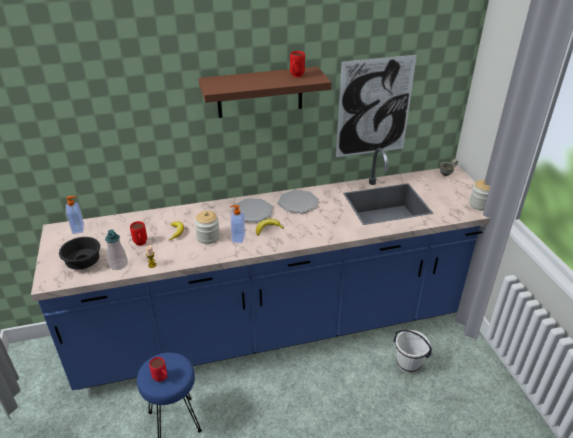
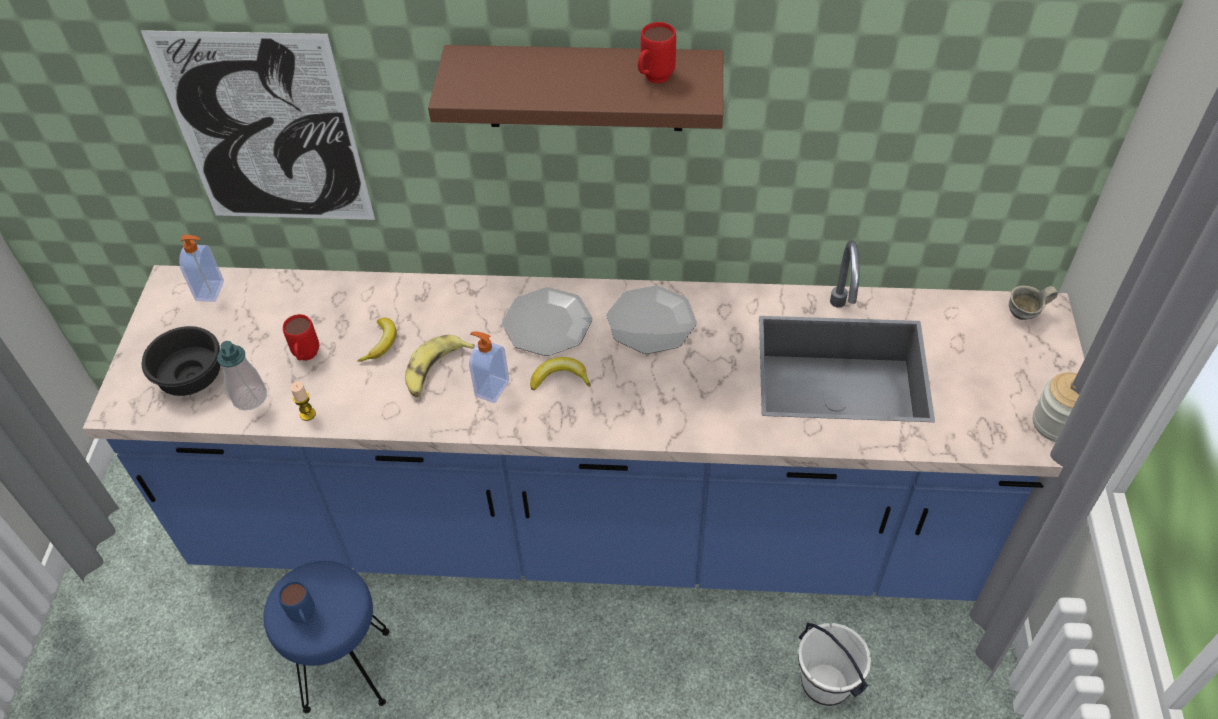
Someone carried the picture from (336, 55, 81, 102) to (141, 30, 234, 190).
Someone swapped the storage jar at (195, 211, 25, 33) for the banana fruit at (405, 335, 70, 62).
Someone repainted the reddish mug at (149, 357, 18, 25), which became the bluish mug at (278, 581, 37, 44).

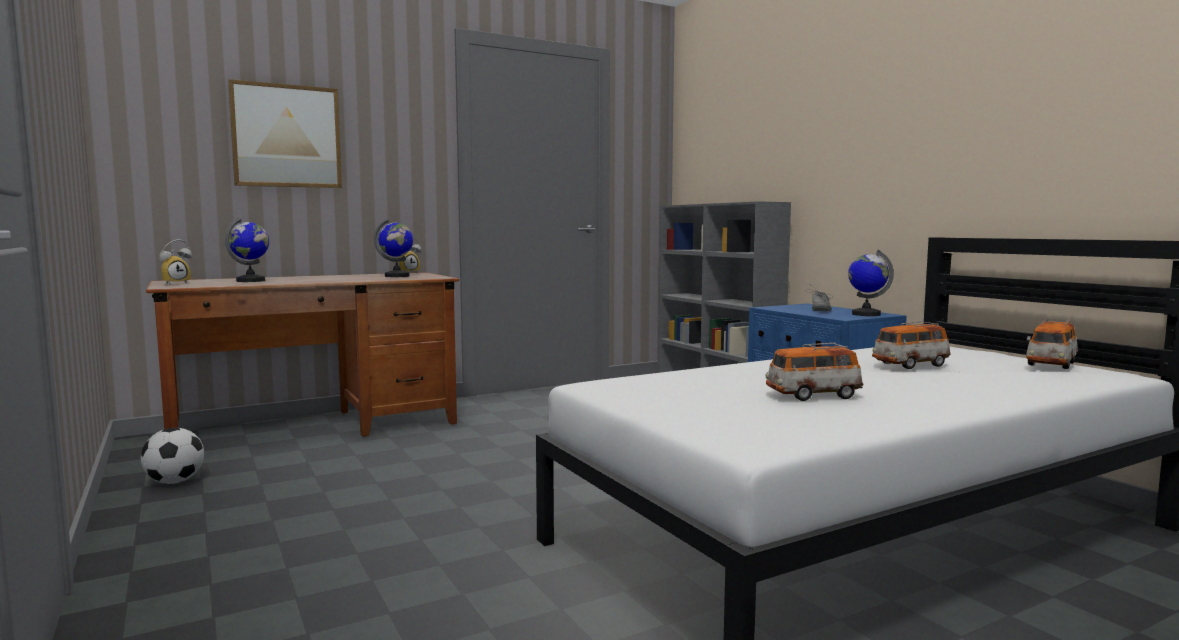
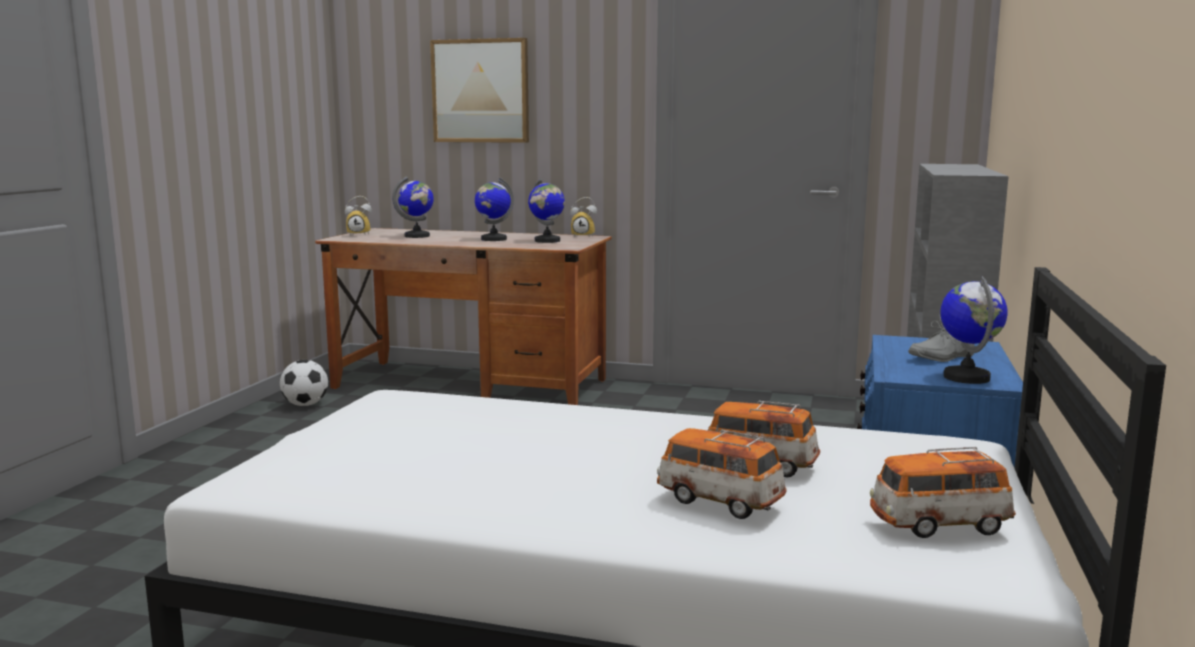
Someone put down the globe at (475, 178, 39, 63).
Someone carried the toy car from (766, 343, 97, 58) to (657, 428, 130, 91).

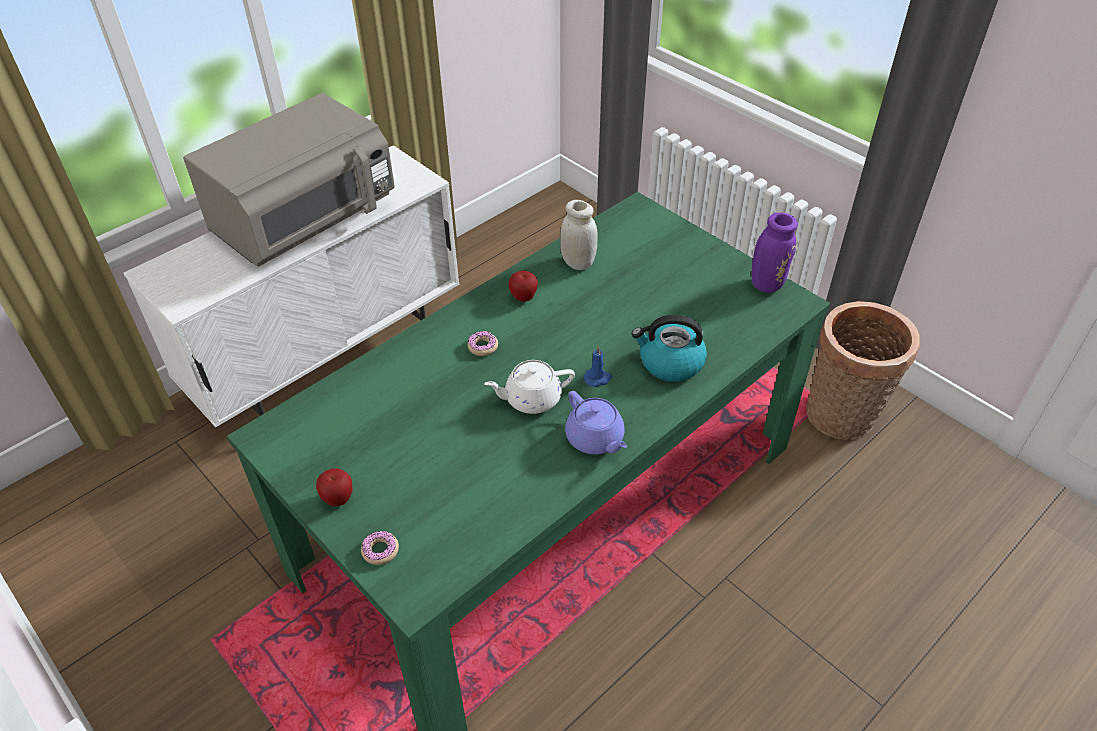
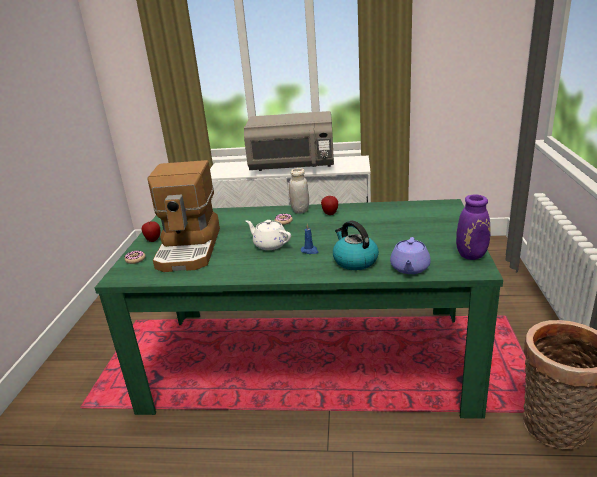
Someone put down the coffee maker at (148, 160, 72, 112).
Someone carried the white-coloured storage jar from (560, 200, 38, 70) to (289, 168, 20, 46).
Someone carried the purple-coloured pot for tea from (565, 391, 62, 64) to (390, 237, 41, 37).

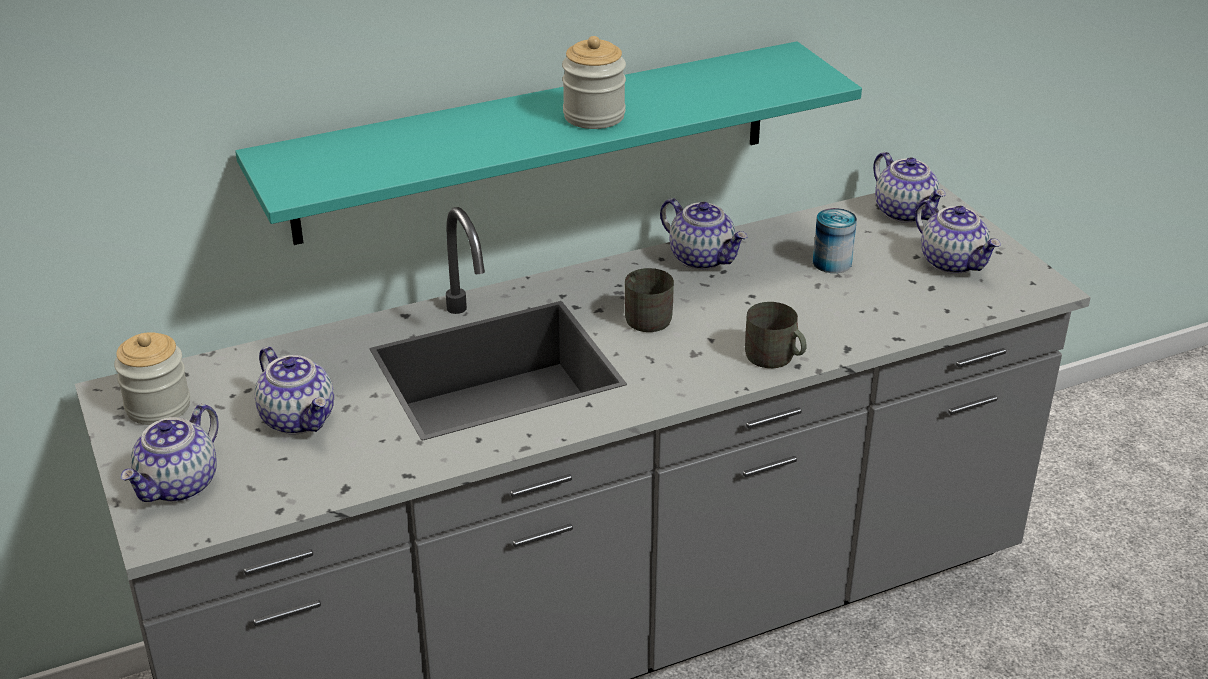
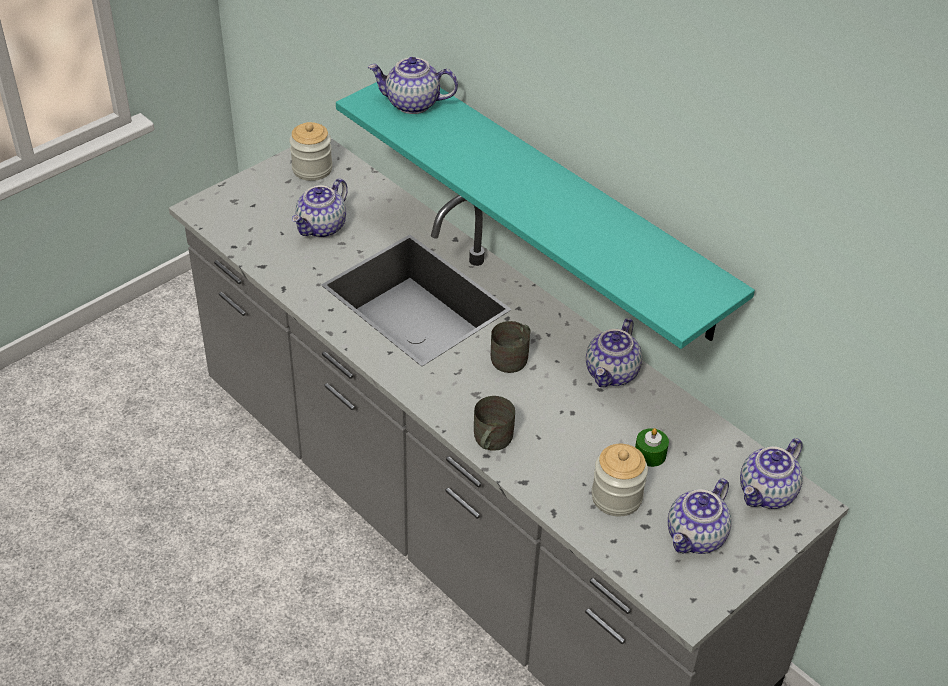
Someone carried the pot for tea from (120, 404, 99, 98) to (368, 57, 90, 57).
Someone carried the storage jar from (562, 36, 64, 93) to (592, 444, 56, 72).
Someone swapped the metal can at (813, 208, 44, 65) for the greenish wax candle at (635, 428, 34, 39).

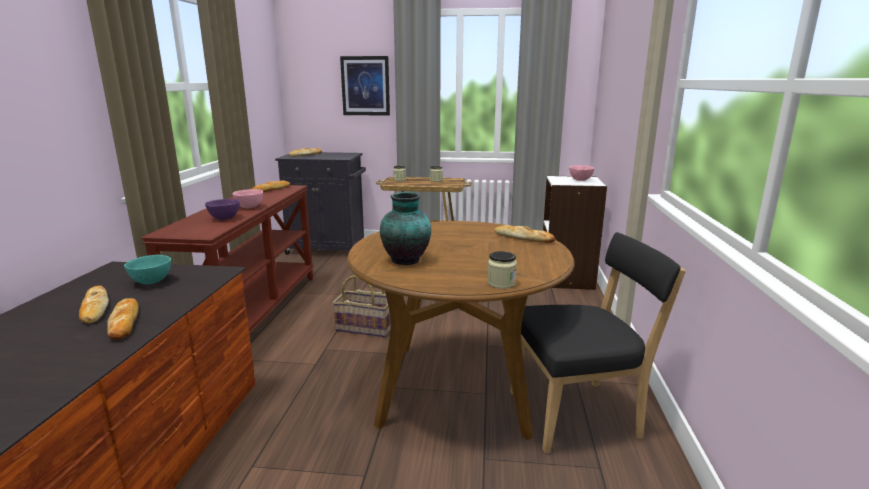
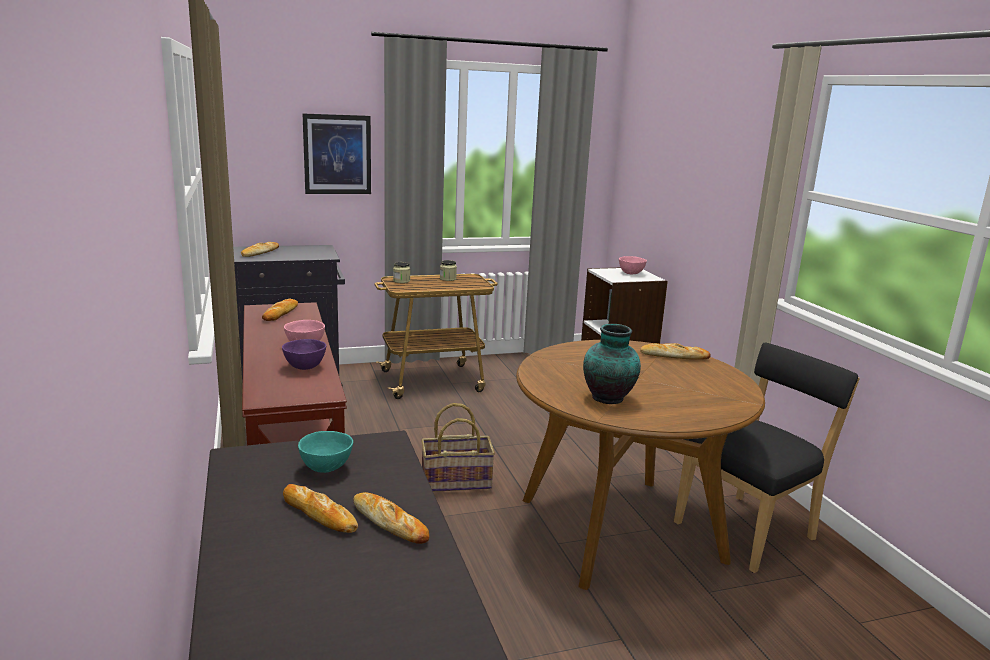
Someone took away the storage jar at (487, 251, 30, 38).

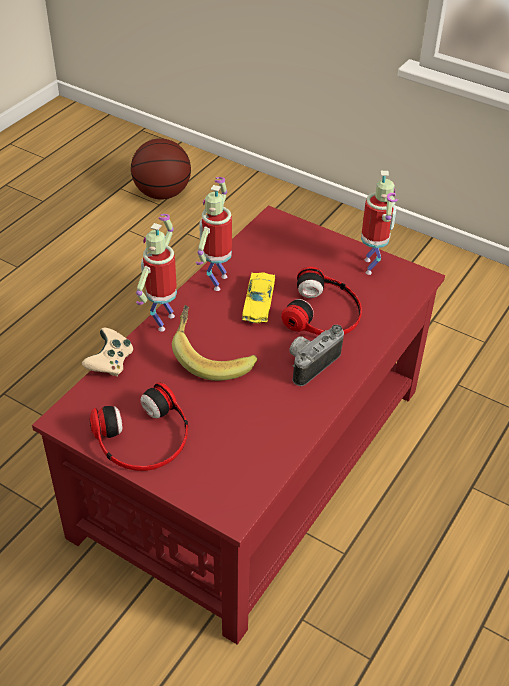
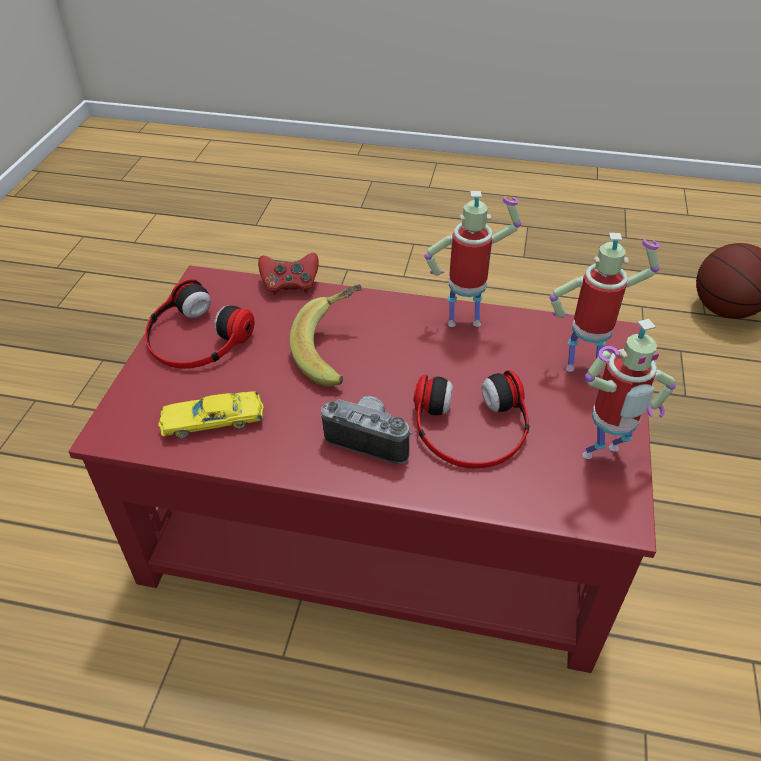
Someone carried the toy robot from (136, 214, 41, 118) to (550, 233, 109, 139).
Someone carried the yellow-coloured toy car from (242, 272, 33, 51) to (158, 391, 106, 47).
Someone repainted the sand-coloured gamepad at (82, 328, 51, 49), which became the reddish gamepad at (258, 253, 61, 42).

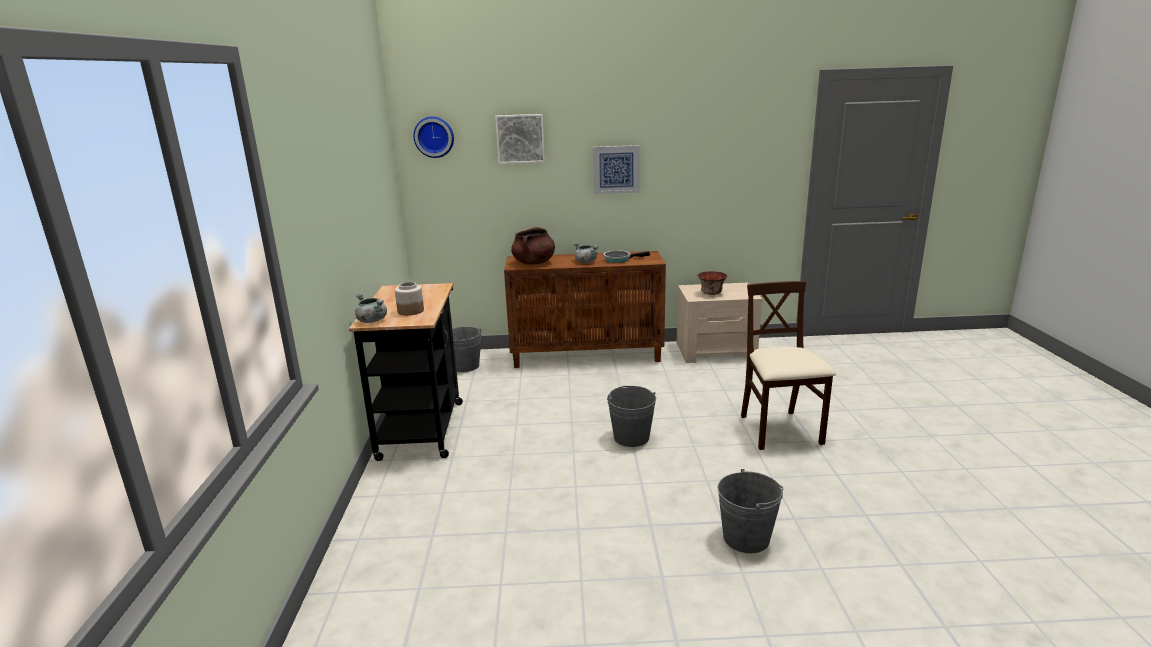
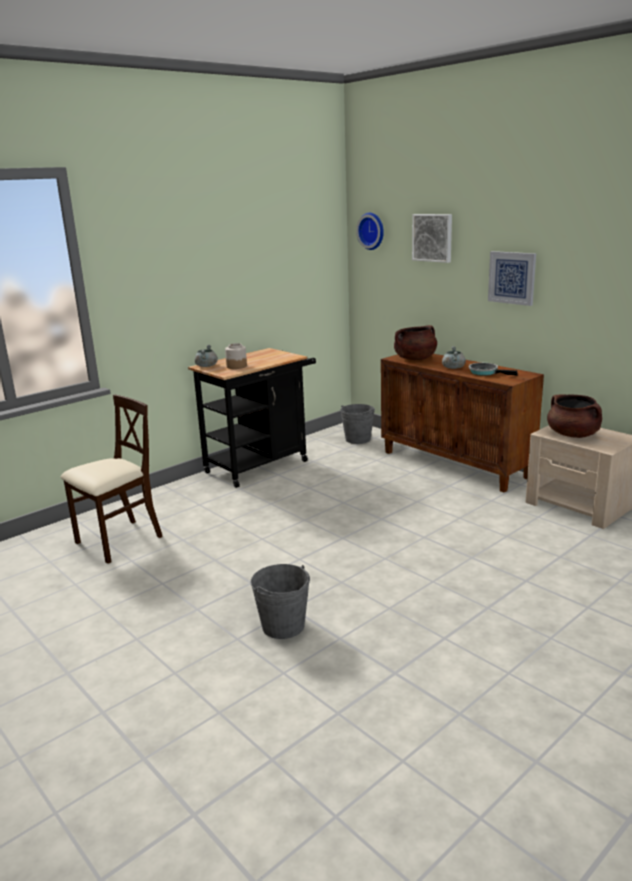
Someone took away the gray bucket at (607, 386, 49, 61).
Someone carried the sand-coloured chair from (741, 281, 95, 169) to (61, 395, 102, 169).
Someone swapped the bowl at (698, 271, 29, 24) for the brown-coloured cooking pot at (547, 394, 55, 44).

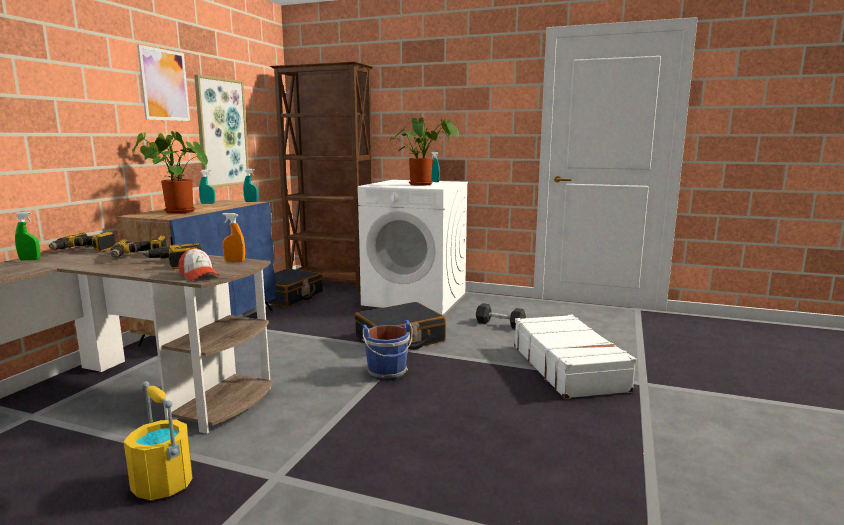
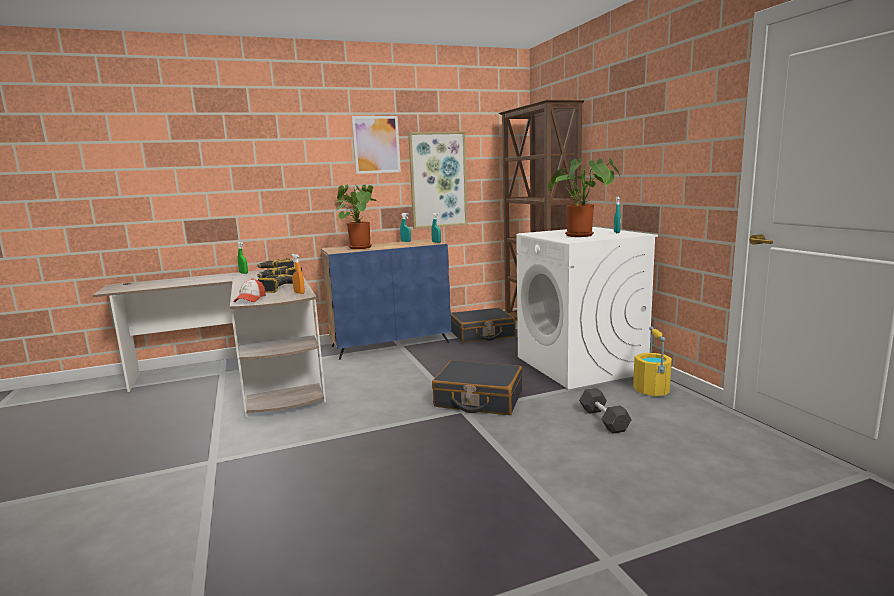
Someone took away the bluish bucket at (363, 320, 50, 60).
Someone took away the white-coloured suitcase at (514, 315, 123, 84).
Someone carried the yellow-coloured bucket from (124, 381, 69, 119) to (633, 327, 39, 69).

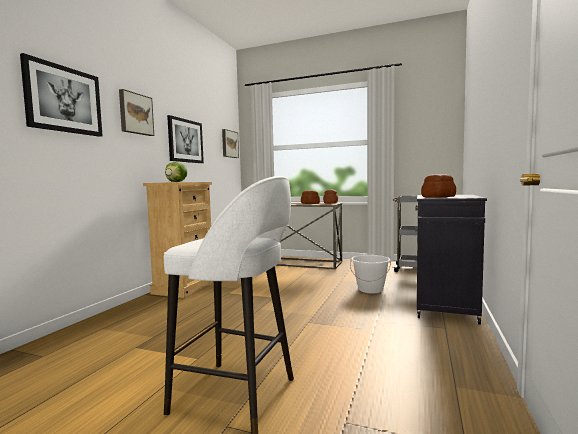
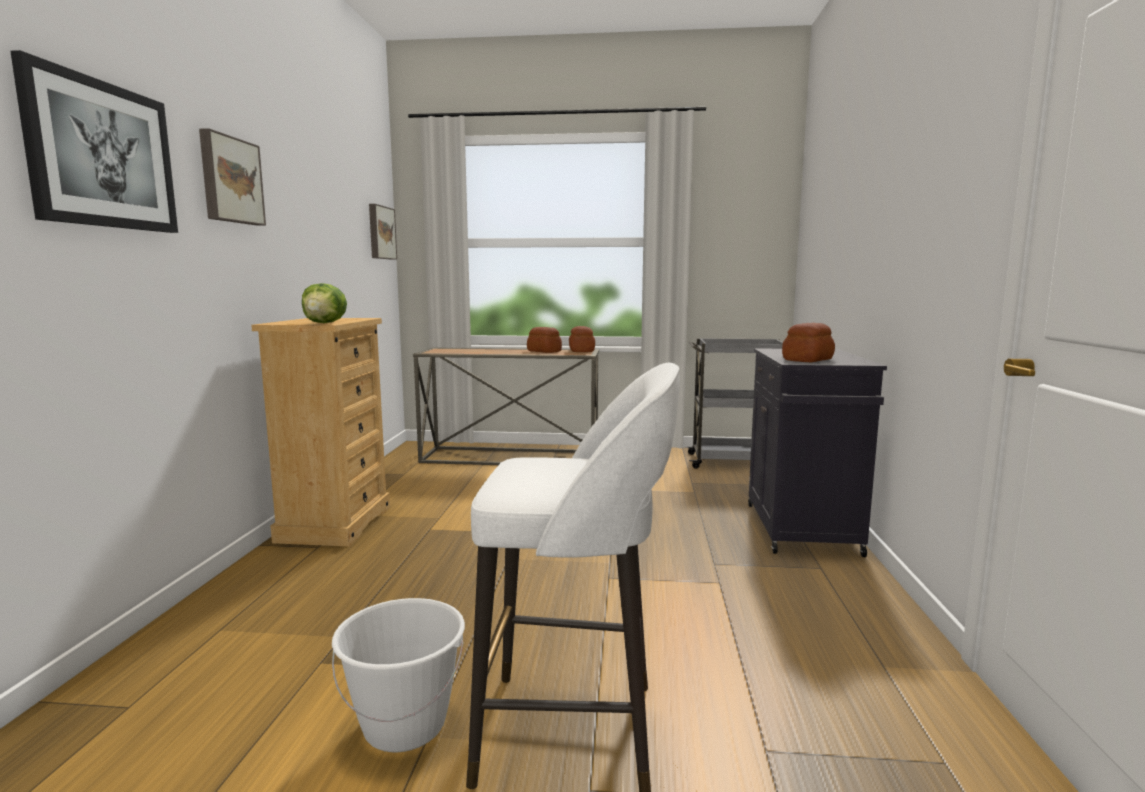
Someone took away the picture at (167, 115, 37, 48).
Someone carried the white-coloured bucket from (350, 255, 41, 39) to (332, 598, 133, 154).

